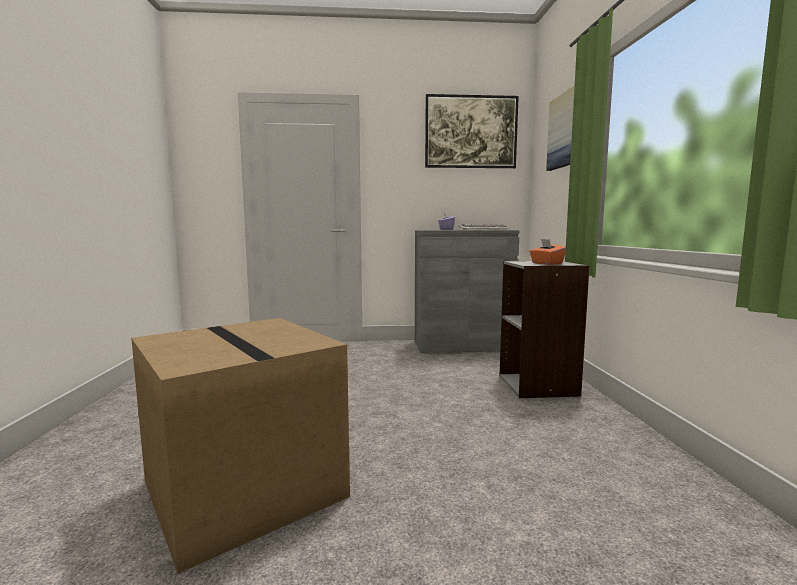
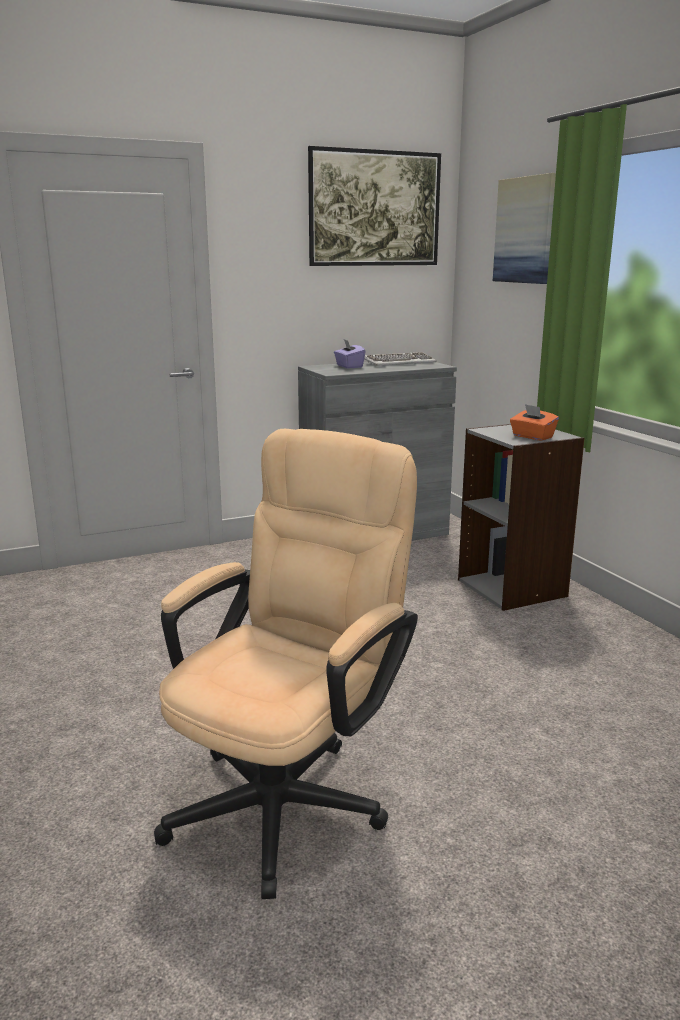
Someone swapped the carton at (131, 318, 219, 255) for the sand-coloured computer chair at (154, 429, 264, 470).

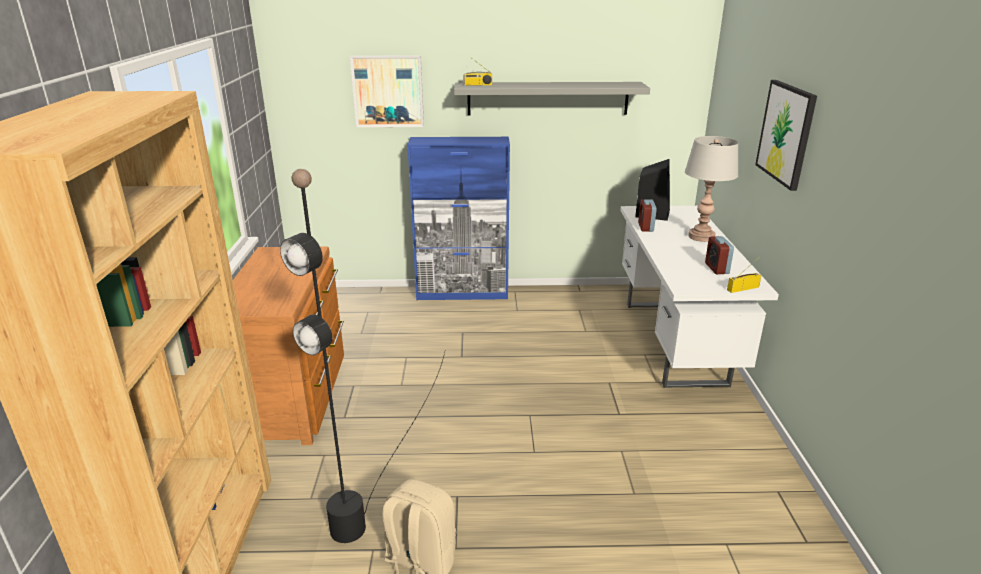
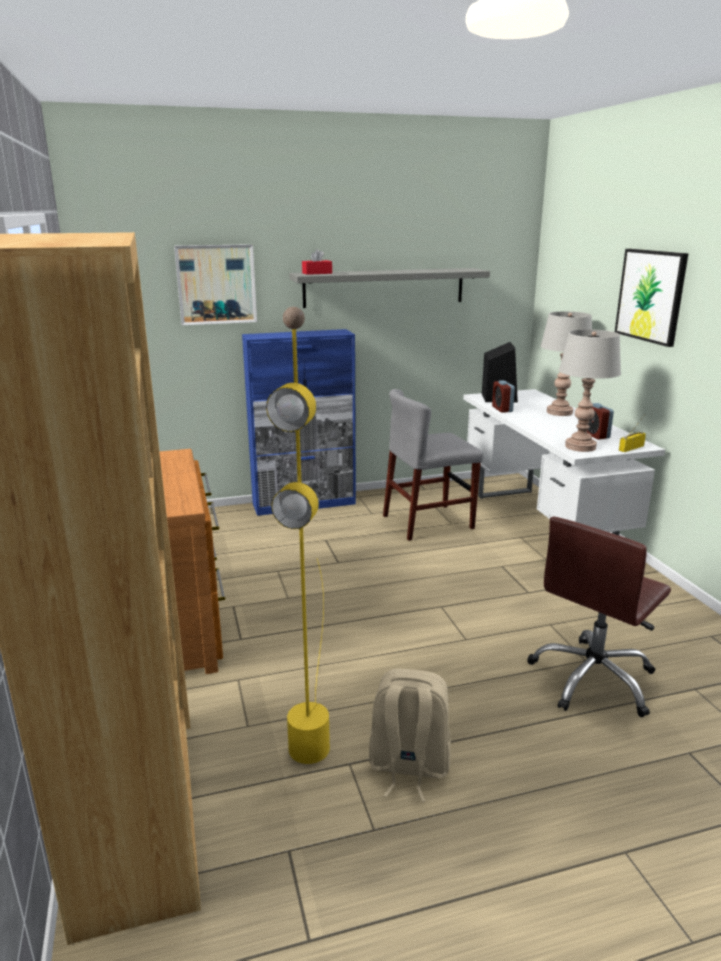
Someone put down the gray chair at (383, 389, 100, 152).
Someone put down the brown-coloured computer chair at (527, 516, 144, 201).
Someone put down the gray table lamp at (559, 329, 62, 123).
Someone swapped the radio receiver at (463, 56, 29, 30) for the reddish box of tissues at (302, 249, 30, 26).
Someone repainted the black-coloured floor lamp at (280, 169, 165, 374), which became the yellow-coloured floor lamp at (266, 307, 64, 457).

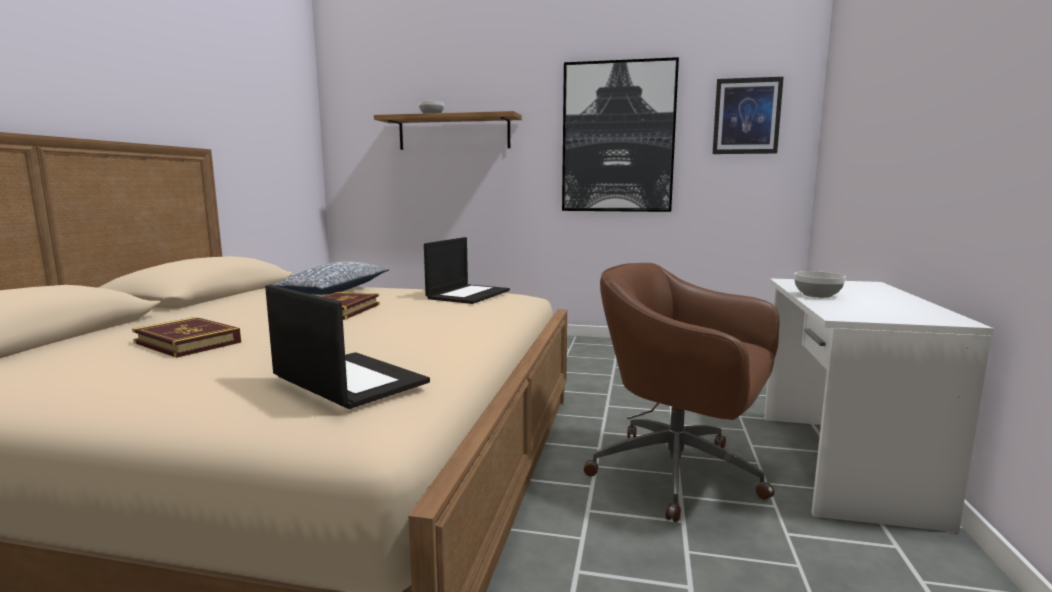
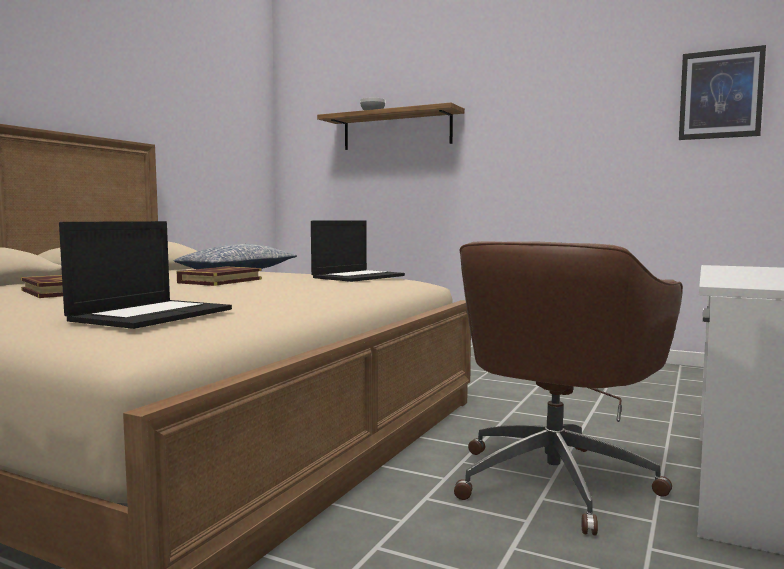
Someone took away the picture at (562, 57, 117, 155).
Someone took away the bowl at (794, 271, 52, 27).
Someone rotated the portable computer at (265, 285, 165, 124) by 60 degrees clockwise.
Someone rotated the brown-coloured computer chair at (584, 263, 196, 259) by 105 degrees counterclockwise.

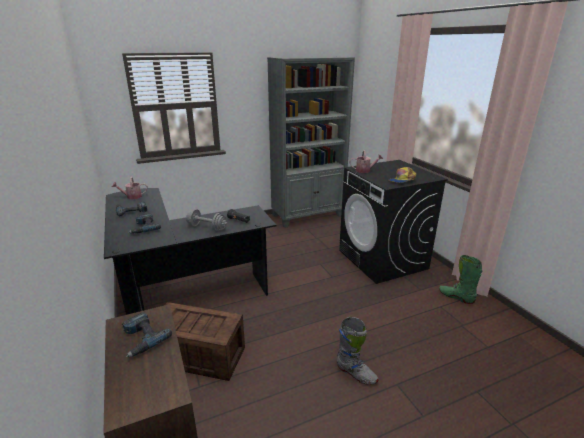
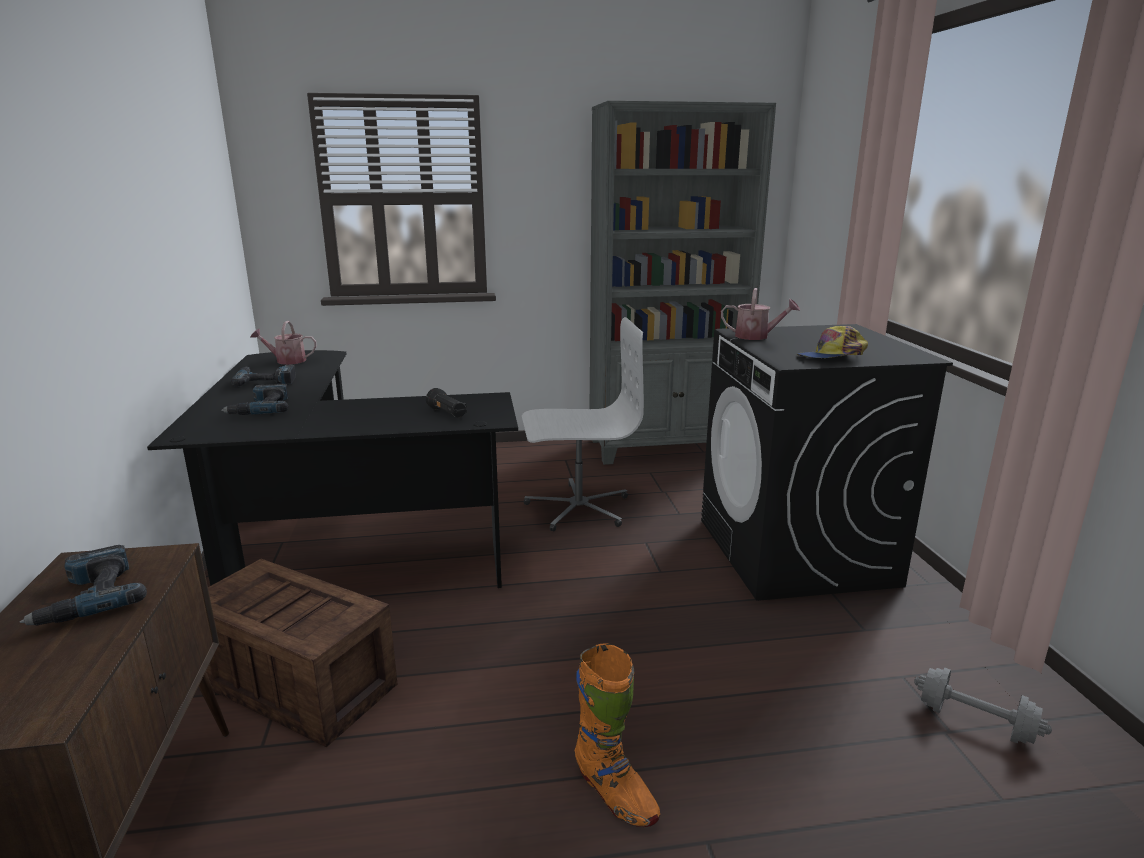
Someone took away the greenish tall boot at (439, 255, 43, 49).
Someone put down the white-coloured computer chair at (522, 317, 122, 215).
Someone carried the gray free weight from (186, 209, 41, 22) to (914, 667, 138, 77).
Someone repainted the gray tall boot at (337, 317, 42, 68), which became the orangey tall boot at (575, 643, 85, 184).

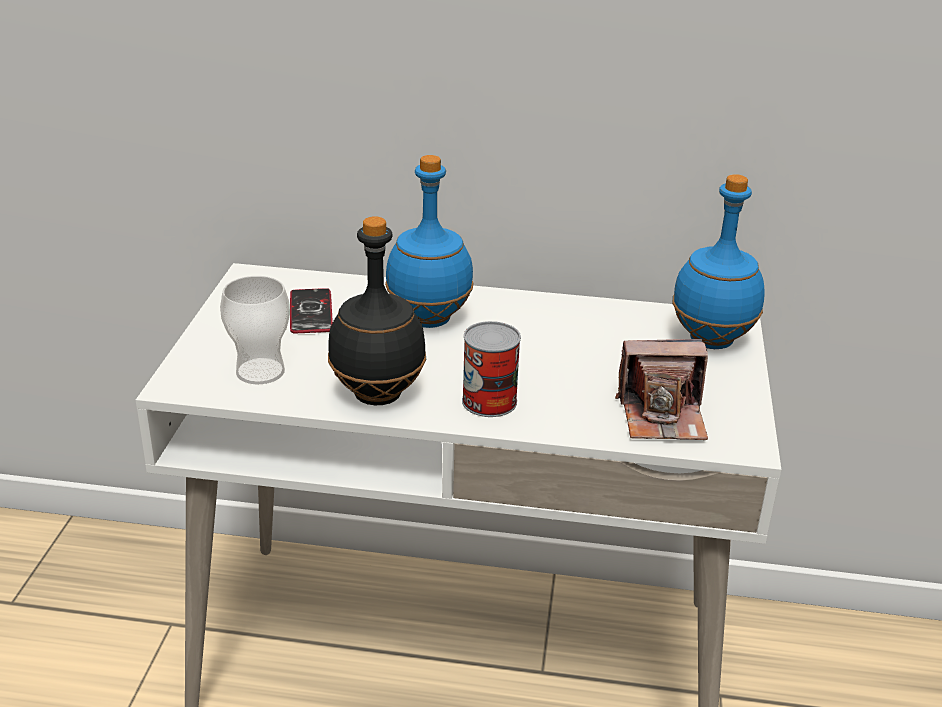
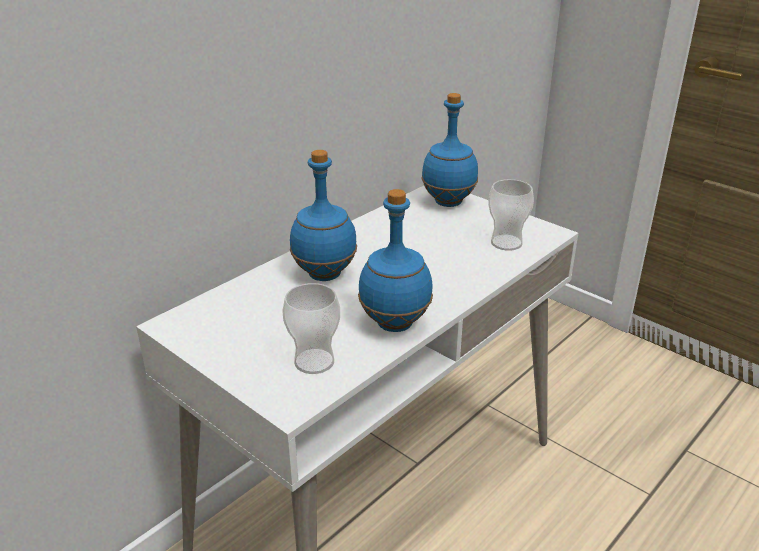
Someone took away the phone at (290, 288, 43, 45).
Someone took away the metal can at (462, 321, 59, 96).
Someone swapped the still camera at (615, 339, 93, 101) for the cup at (488, 179, 46, 72).
Someone repainted the black-coloured beverage bottle at (328, 216, 98, 189), which became the bluish beverage bottle at (358, 189, 75, 143).

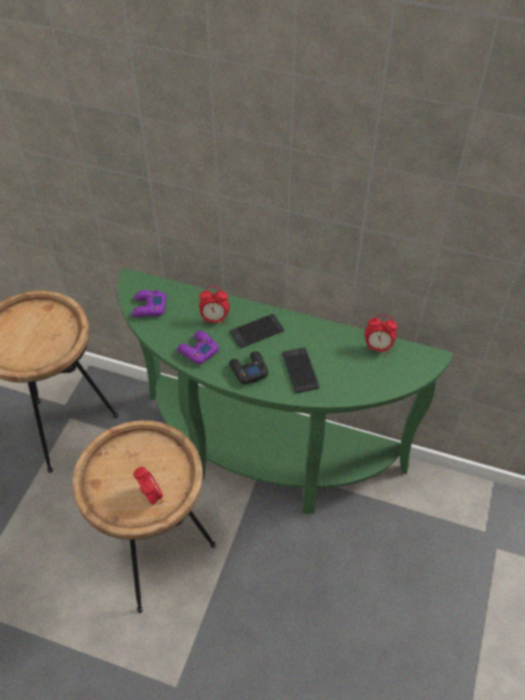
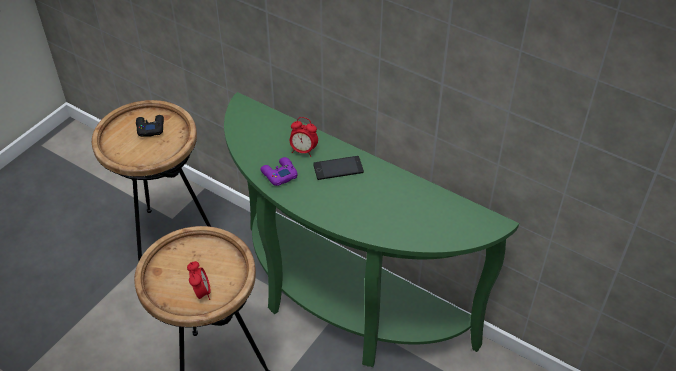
Someone took away the purple-coloured gamepad at (132, 290, 35, 27).
Someone took away the phone at (282, 347, 38, 46).
Someone took away the table clock at (365, 314, 32, 40).
Someone carried the black-coloured gamepad from (229, 351, 39, 34) to (136, 115, 28, 22).

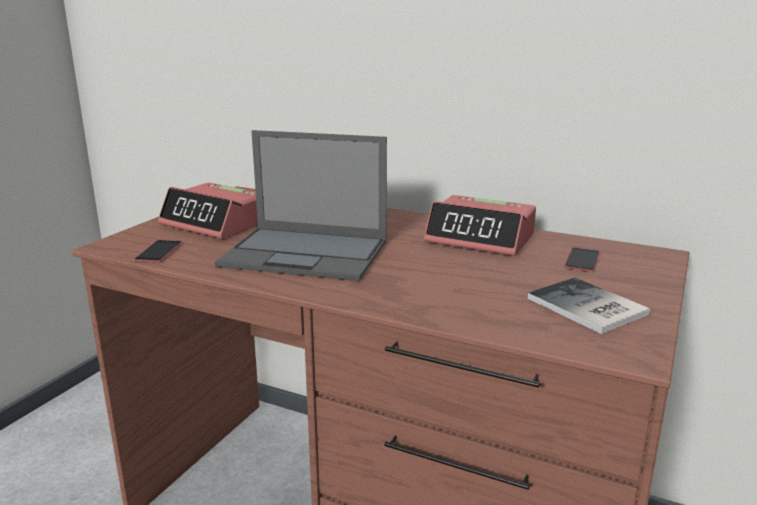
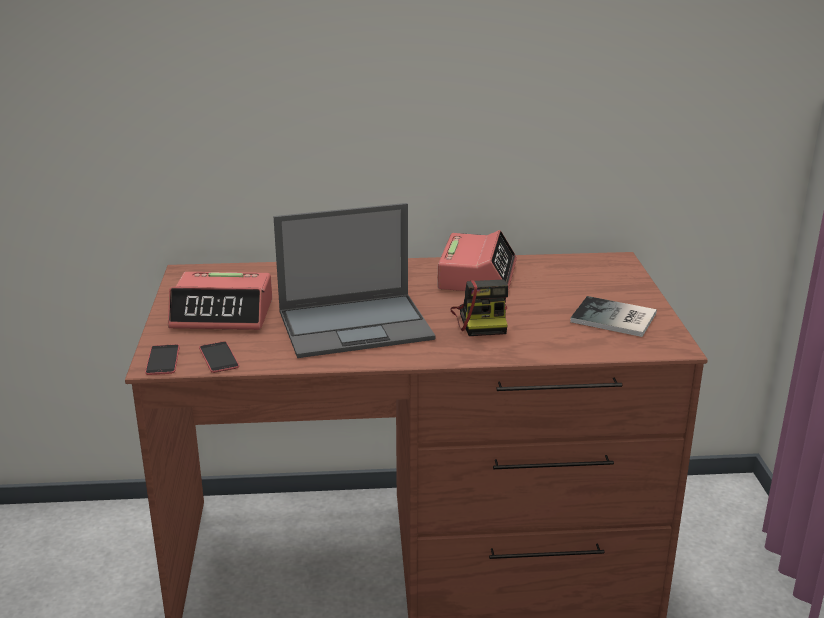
Someone put down the still camera at (451, 280, 57, 56).
Someone carried the phone from (564, 247, 36, 25) to (145, 344, 35, 31).
Someone rotated the table clock at (424, 195, 112, 61) by 75 degrees counterclockwise.

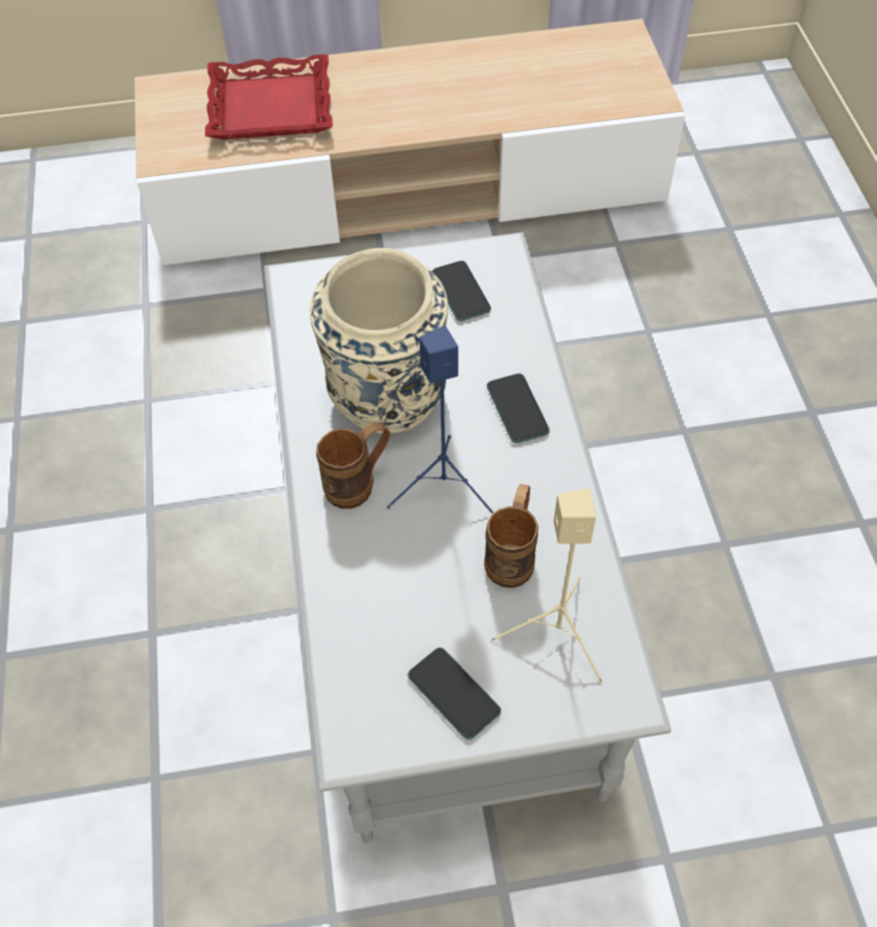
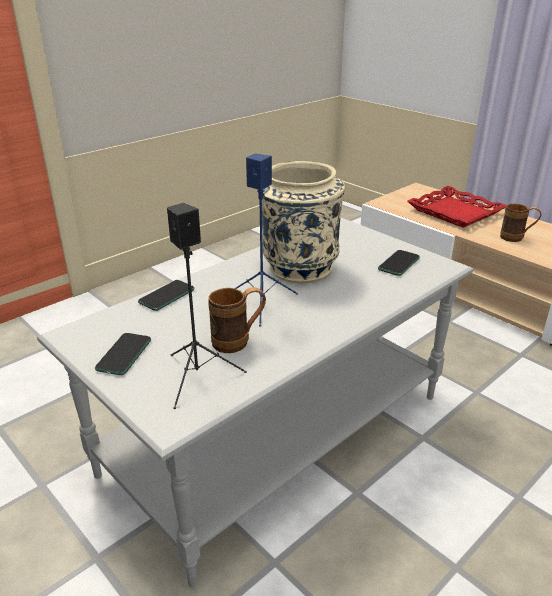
Someone carried the brown-coloured mug from (316, 422, 74, 87) to (500, 204, 41, 38).
Someone carried the phone from (487, 373, 63, 70) to (138, 280, 57, 31).
Someone repainted the sand-coloured audio speaker at (491, 488, 112, 196), which became the black-coloured audio speaker at (167, 203, 80, 206).

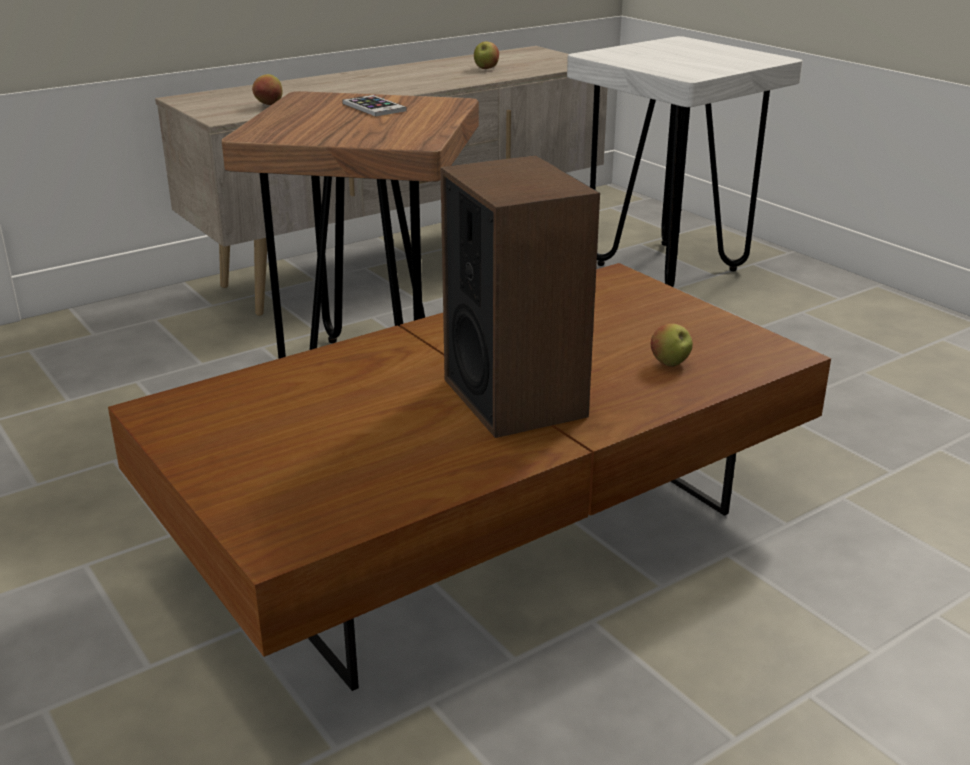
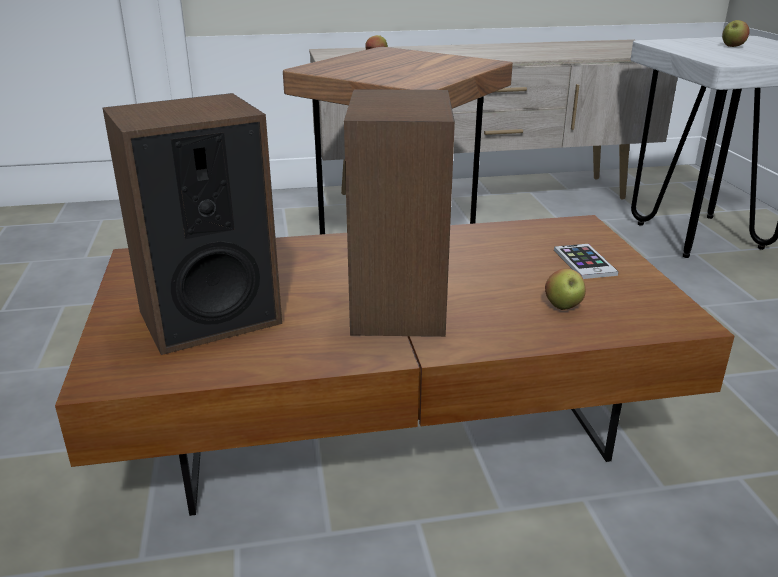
Someone put down the audio speaker at (103, 93, 179, 262).
Someone carried the phone from (342, 95, 65, 22) to (554, 244, 64, 35).
Someone carried the whole apple from (474, 41, 25, 28) to (722, 20, 28, 27).

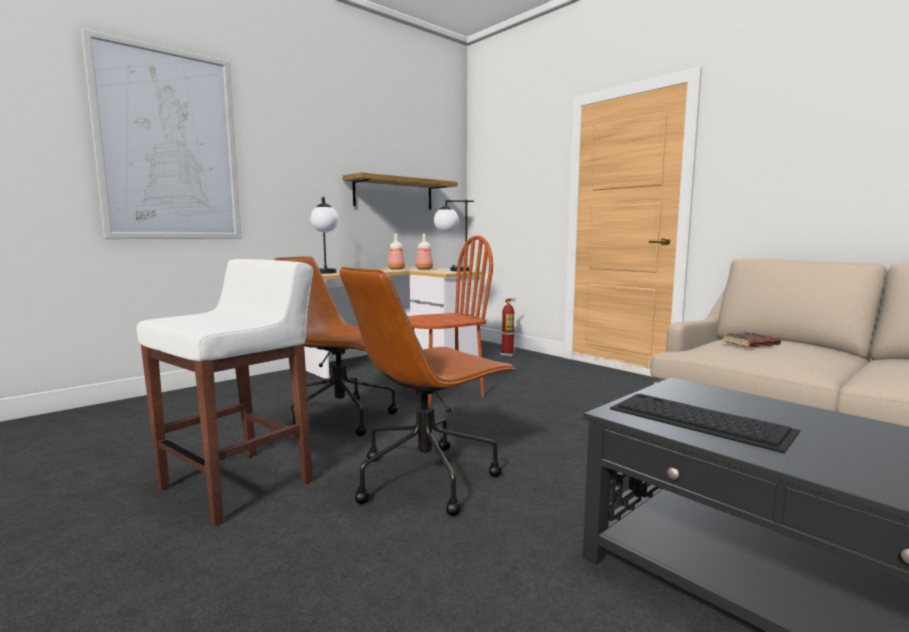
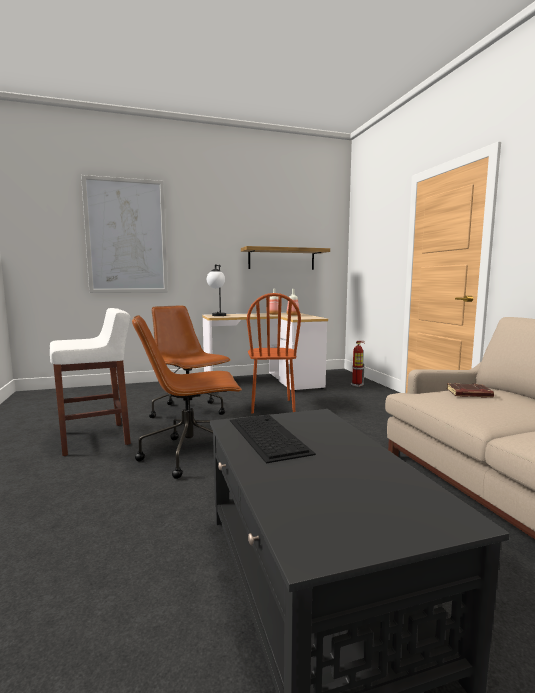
Someone took away the table lamp at (434, 200, 40, 71).
Someone rotated the brown-coloured chair at (408, 235, 85, 170) by 90 degrees clockwise.

